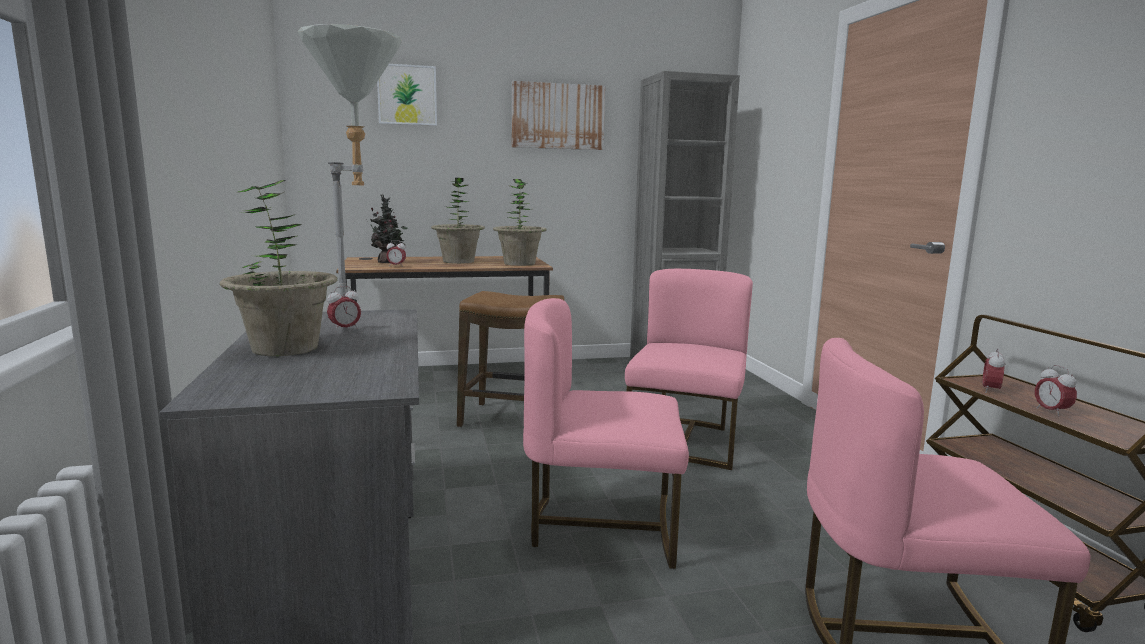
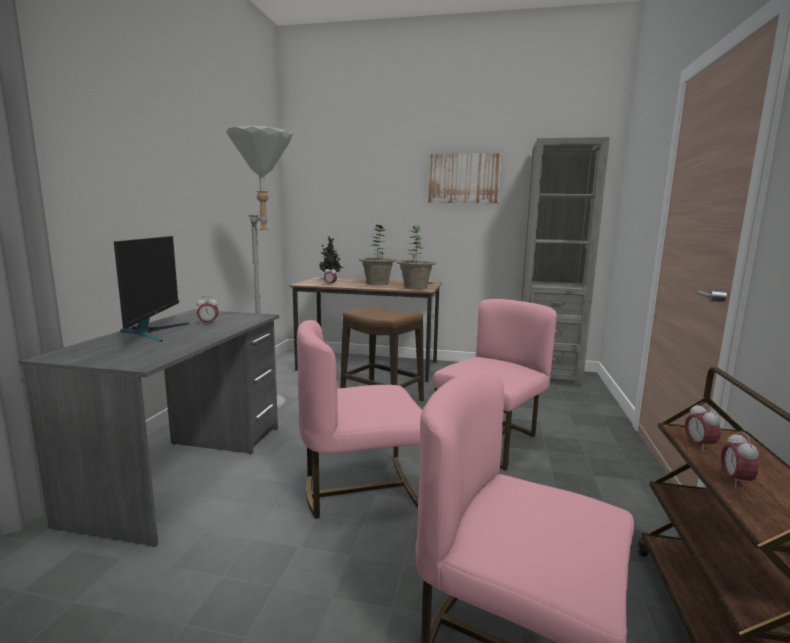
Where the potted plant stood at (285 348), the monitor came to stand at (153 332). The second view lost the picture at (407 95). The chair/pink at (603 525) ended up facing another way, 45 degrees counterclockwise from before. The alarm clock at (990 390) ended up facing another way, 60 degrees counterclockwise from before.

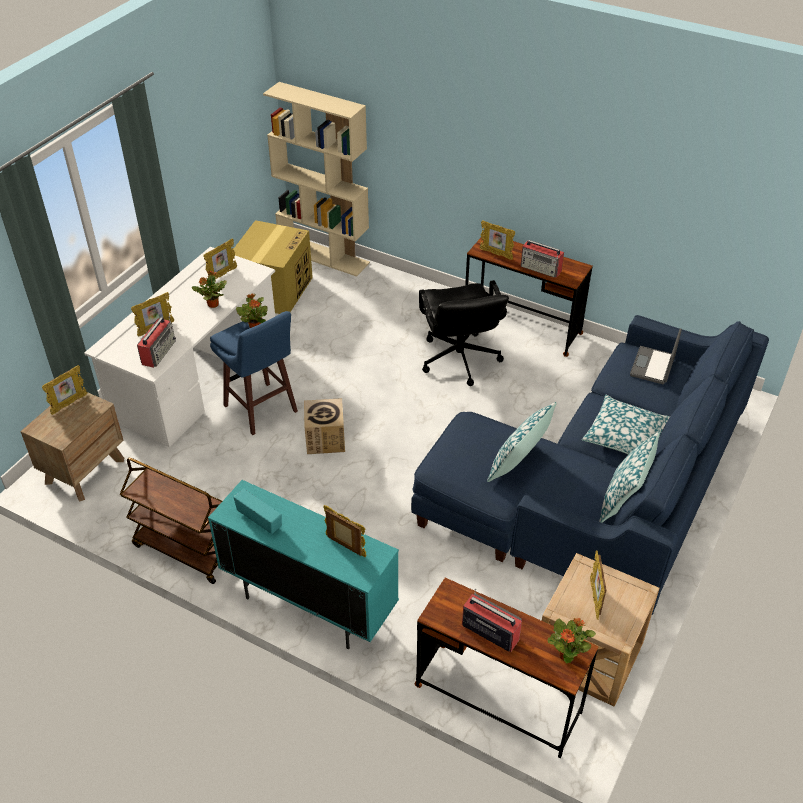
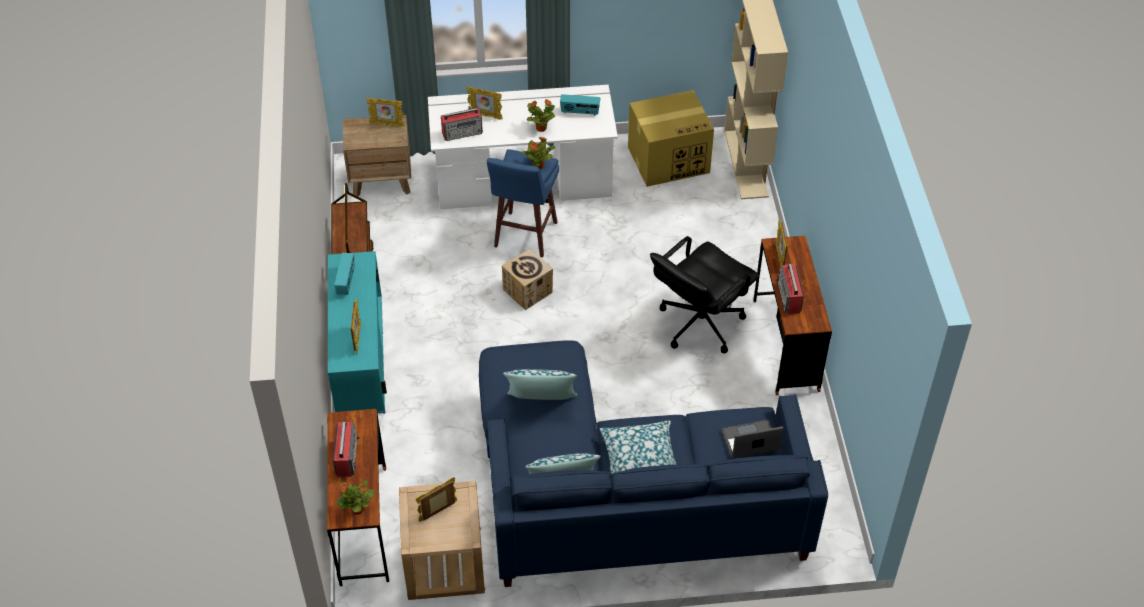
Where the picture frame stood at (222 275), the radio came to stand at (580 112).

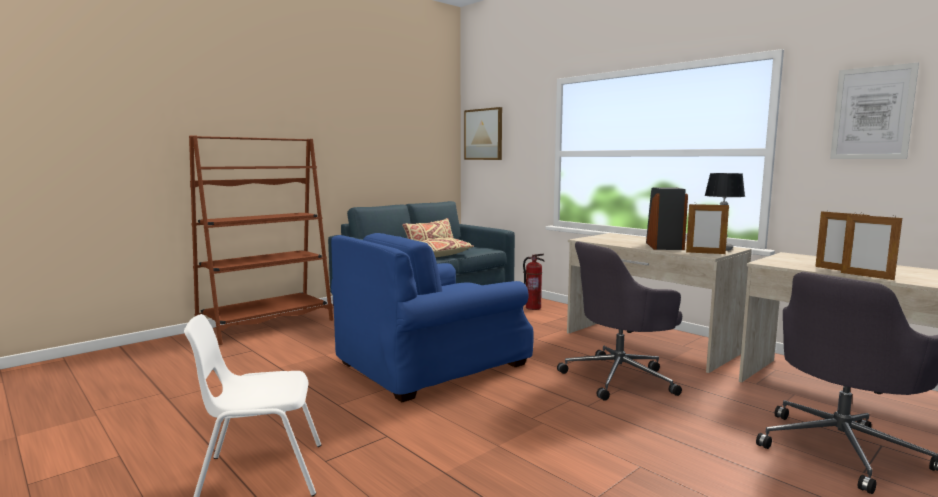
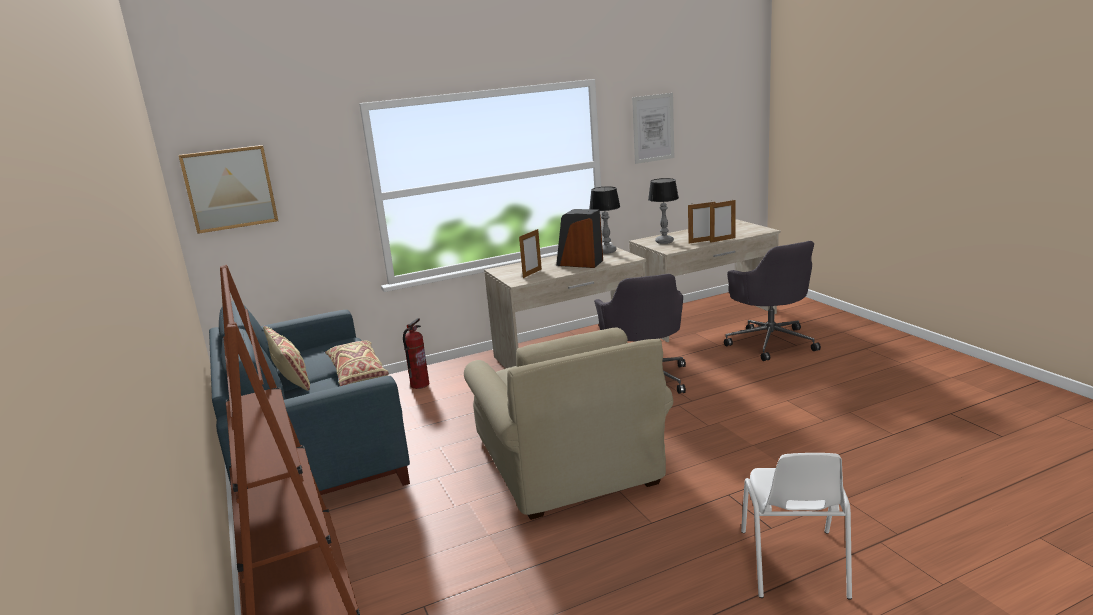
What was the armchair/blue at (433 364) turned into the armchair/beige at (565 460). The picture frame ended up elsewhere, having gone from (705 253) to (532 273). The second view gained the table lamp at (664 241).

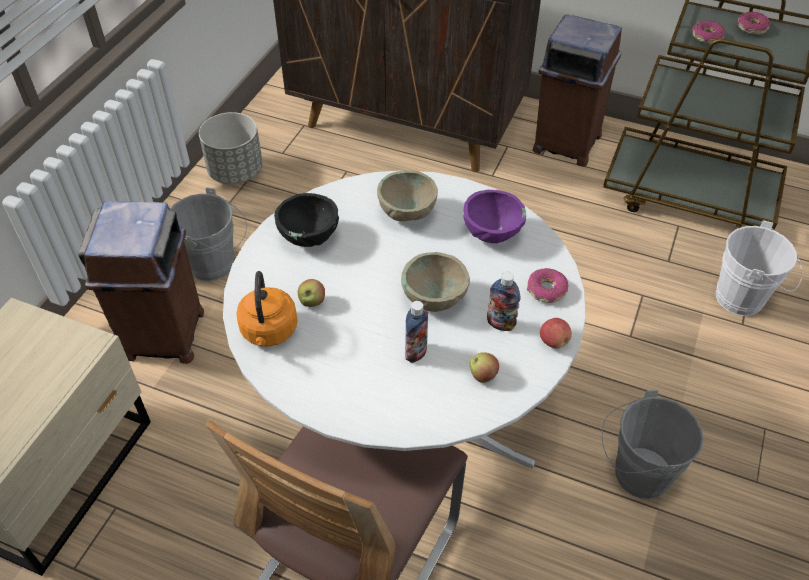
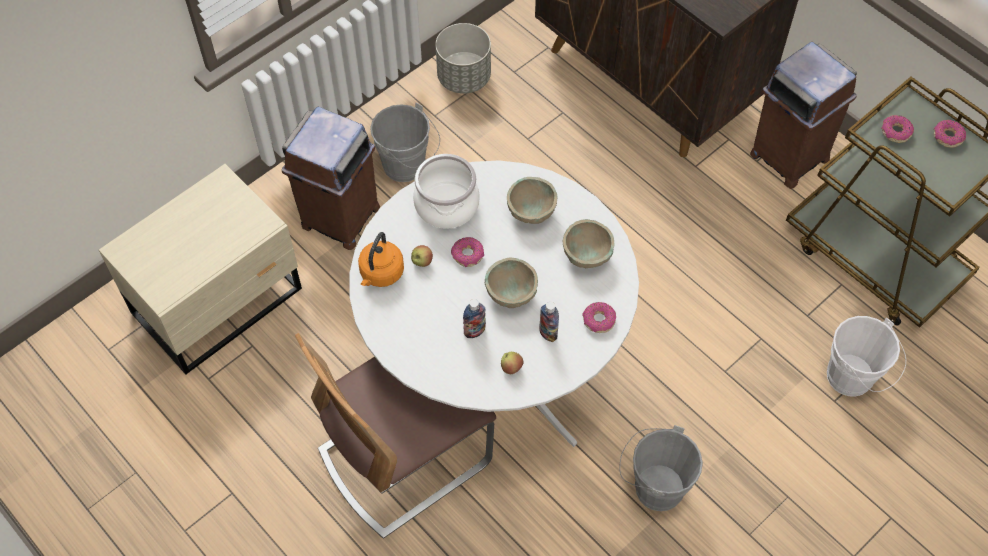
Where the bowl/black stood at (308 237), the cooking pot came to stand at (446 205). What was the bowl/purple at (491 234) turned into the bowl/beige at (586 256). The second view lost the apple at (553 341). The second view gained the donut at (467 255).

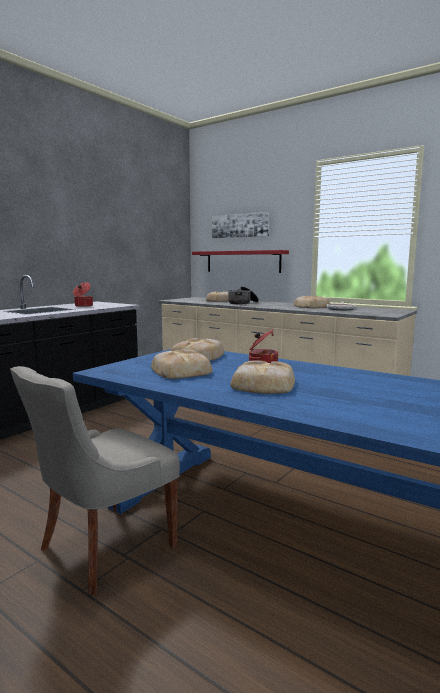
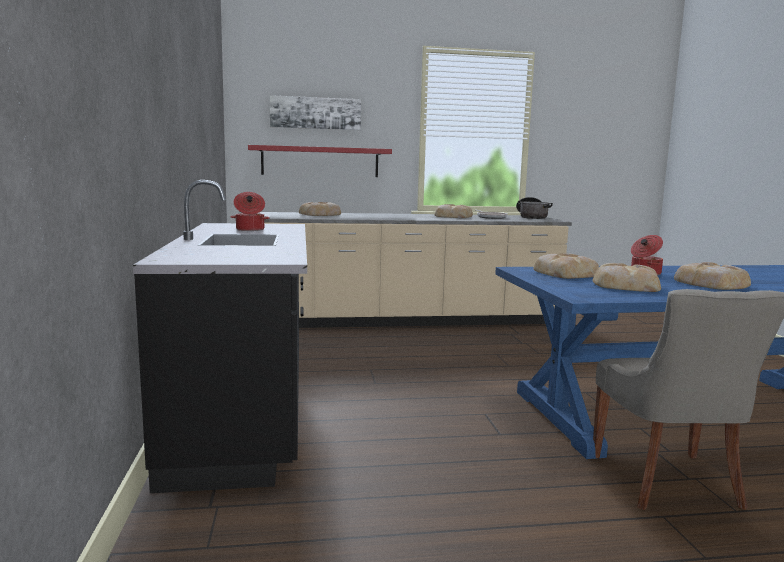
The cooking pot ended up elsewhere, having gone from (243 303) to (532 217).

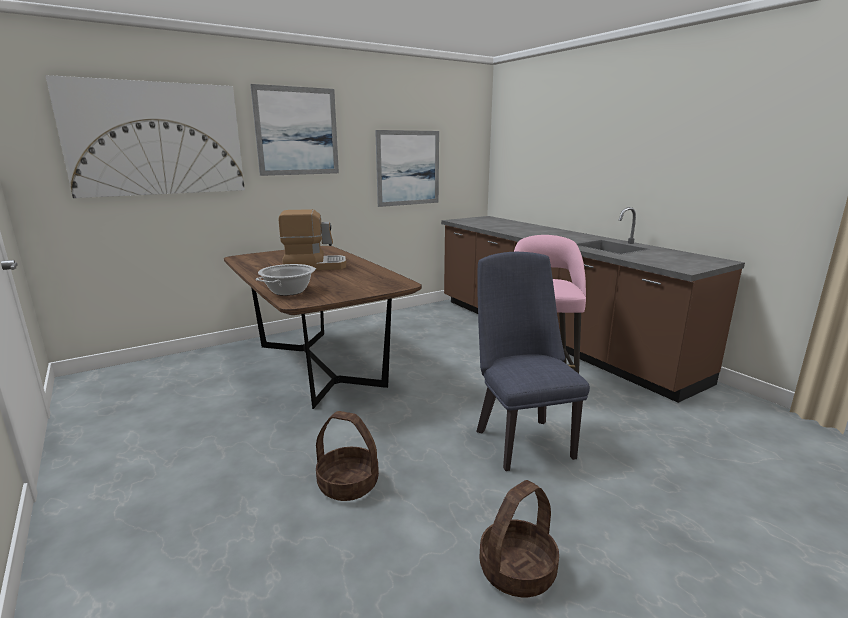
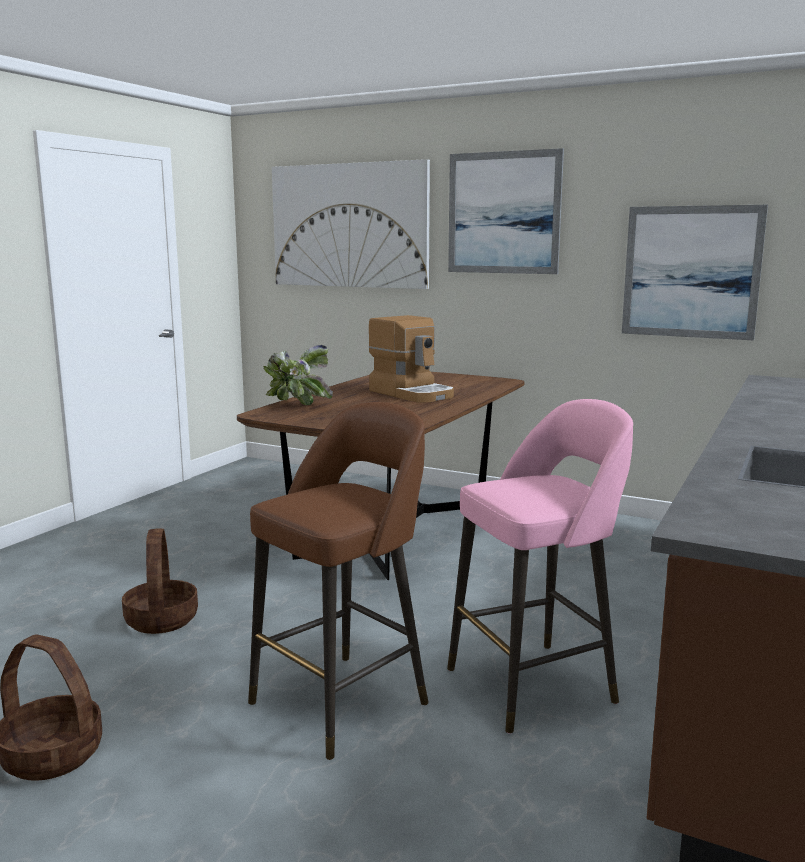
Where the cooking pot stood at (288 291), the potted plant came to stand at (297 405). Where the chair/blue stood at (520 439), the stool/brown came to stand at (343 701).

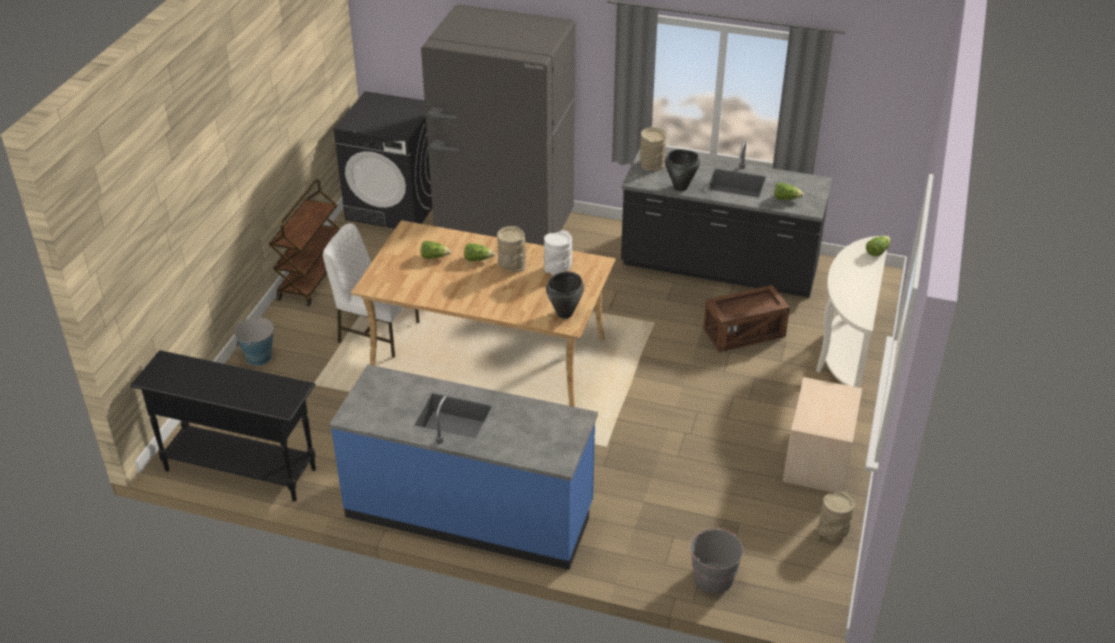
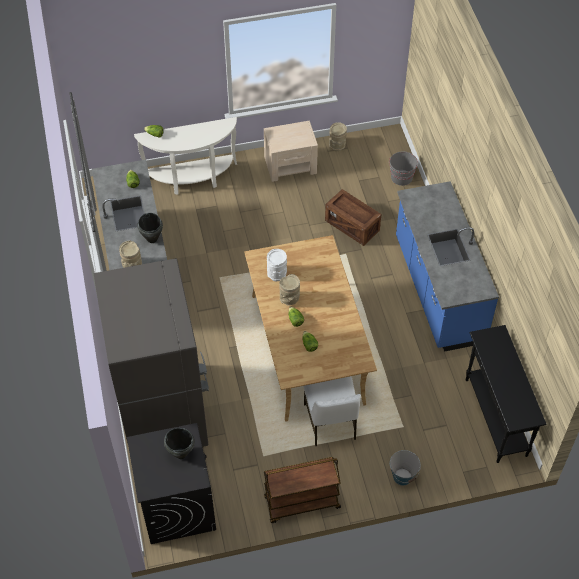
The cooking pot/black ended up elsewhere, having gone from (565 314) to (181 453). The crate ended up elsewhere, having gone from (744 333) to (352 226).

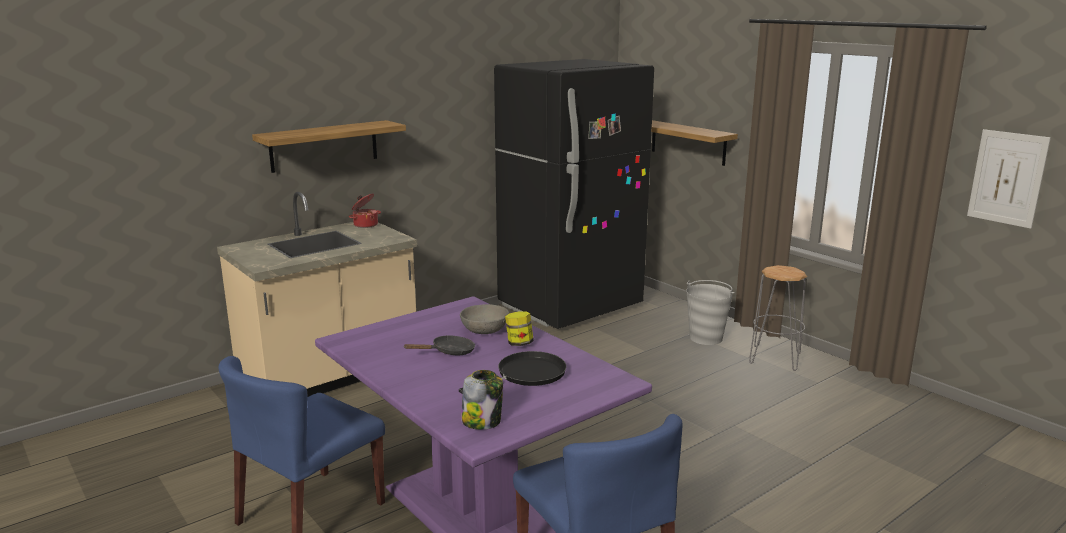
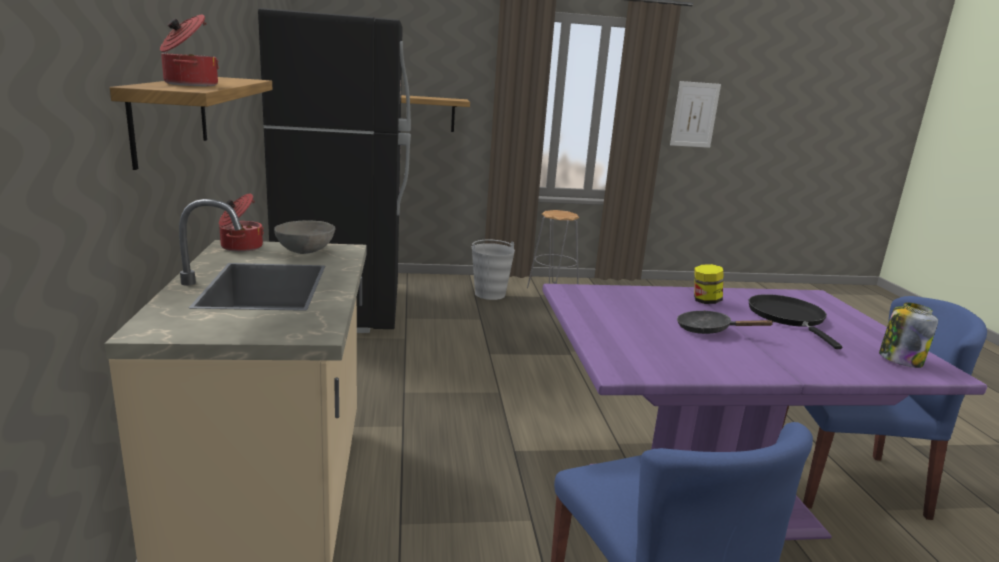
The frying pan/black at (449 352) ended up facing another way, 75 degrees counterclockwise from before. The bowl/grey ended up elsewhere, having gone from (485 331) to (306 251). The second view gained the cooking pot at (189 84).

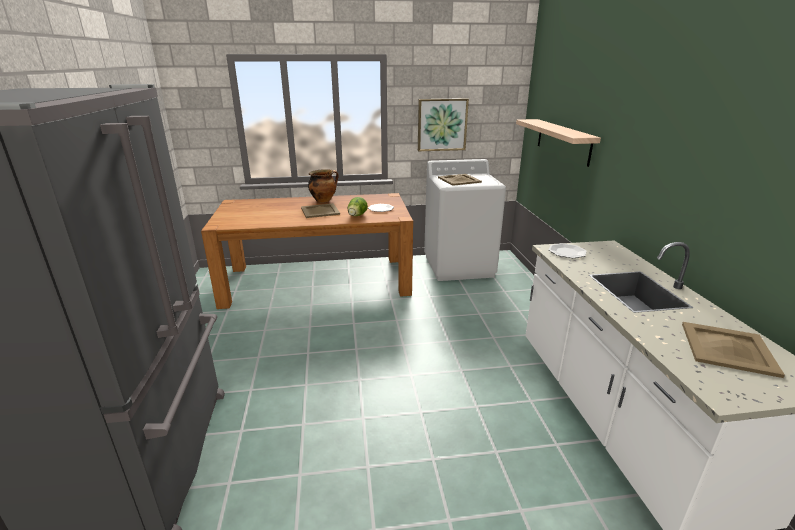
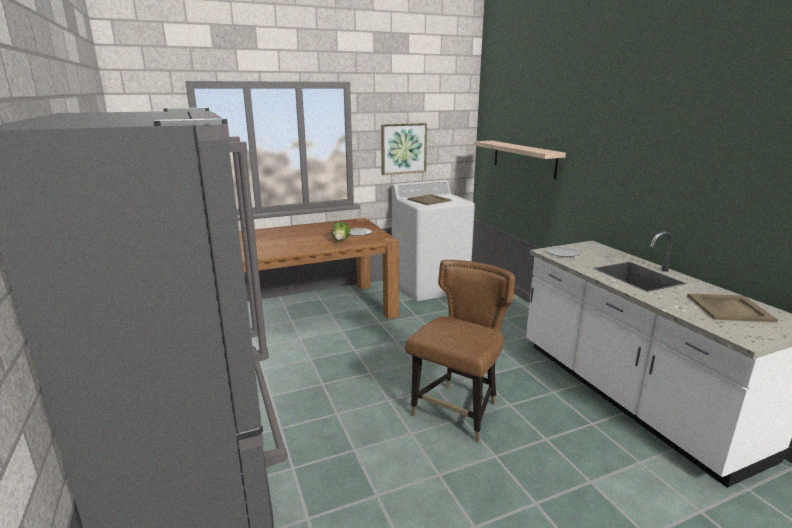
The second view lost the tray/beige at (320 211). The second view lost the cooking pot at (324 200). The second view gained the chair/brown at (457 411).

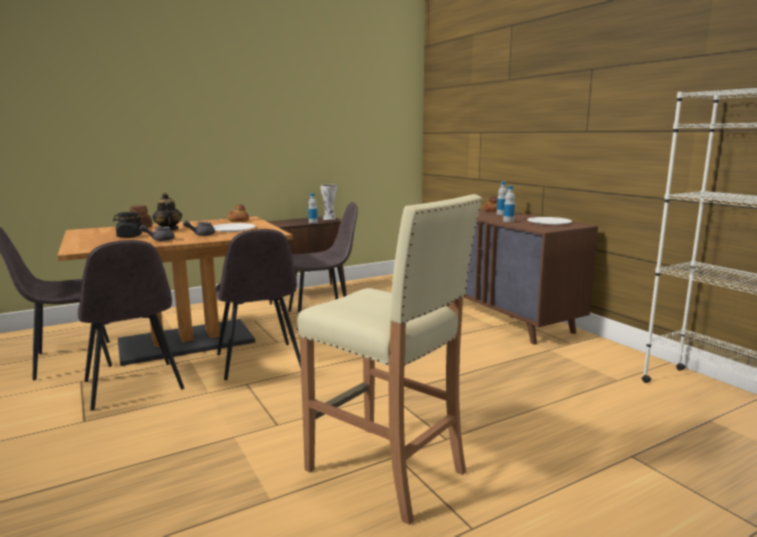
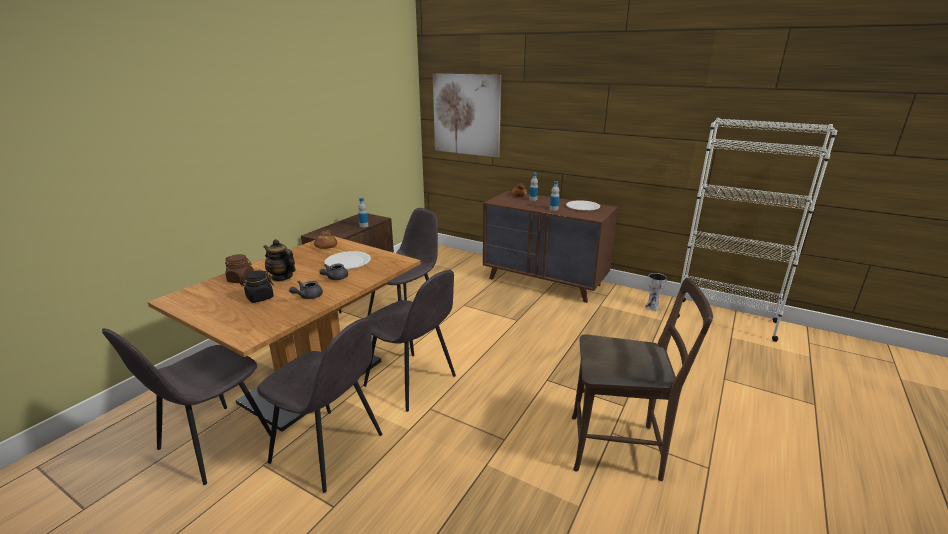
Where the stool/beige stood at (386 471), the chair/brown came to stand at (620 448). The vase ended up elsewhere, having gone from (329 219) to (653 307). The second view gained the picture at (466 115).

